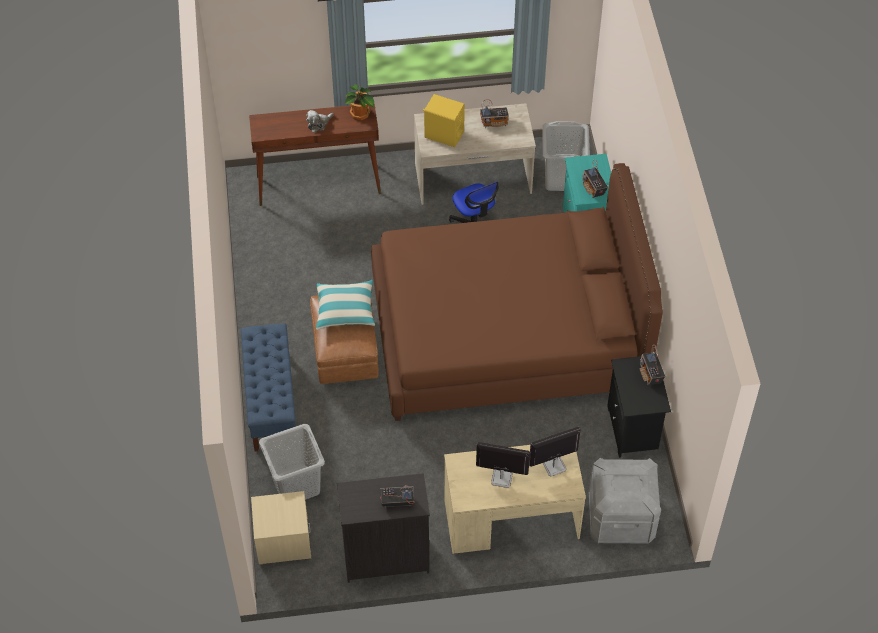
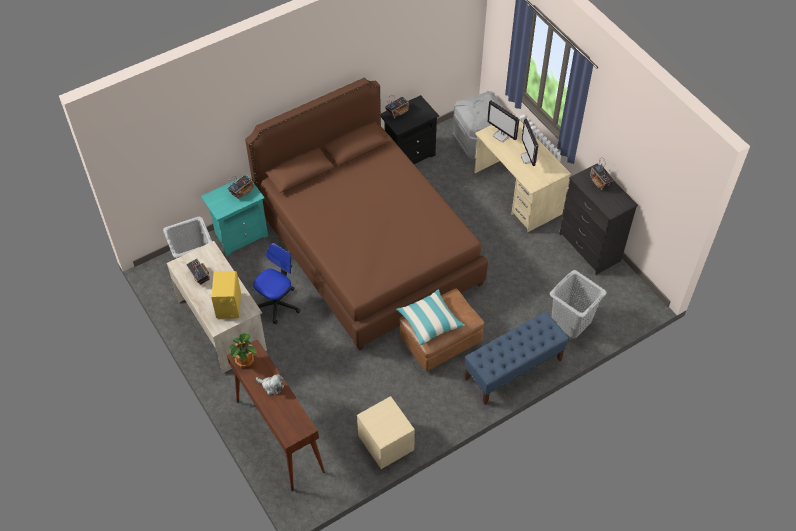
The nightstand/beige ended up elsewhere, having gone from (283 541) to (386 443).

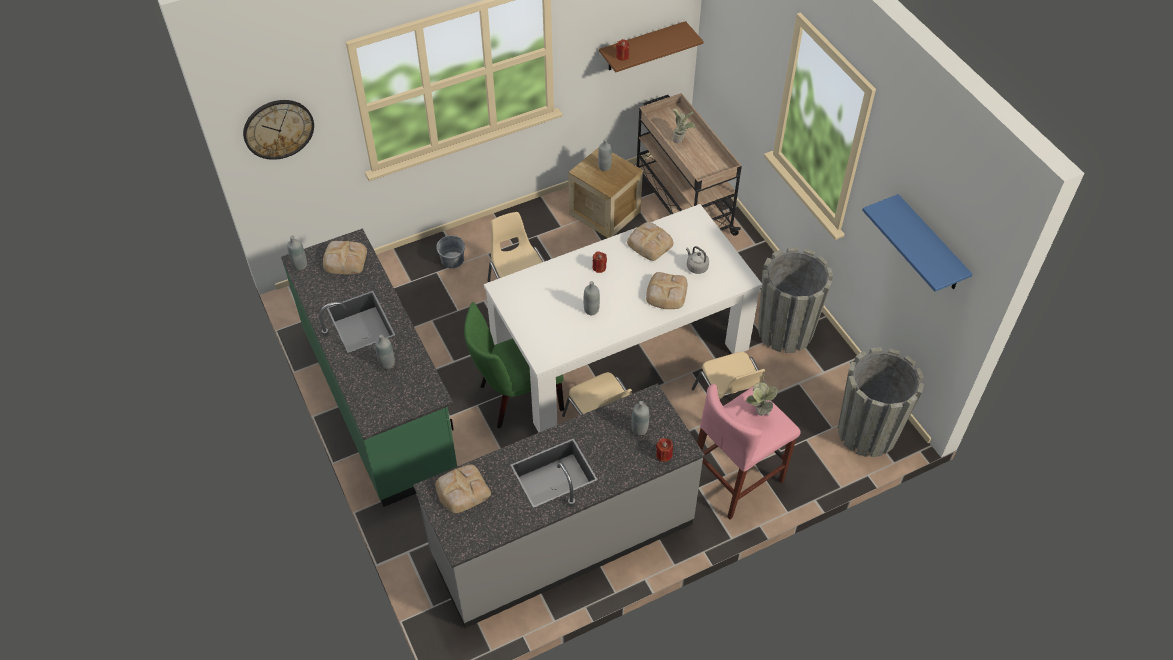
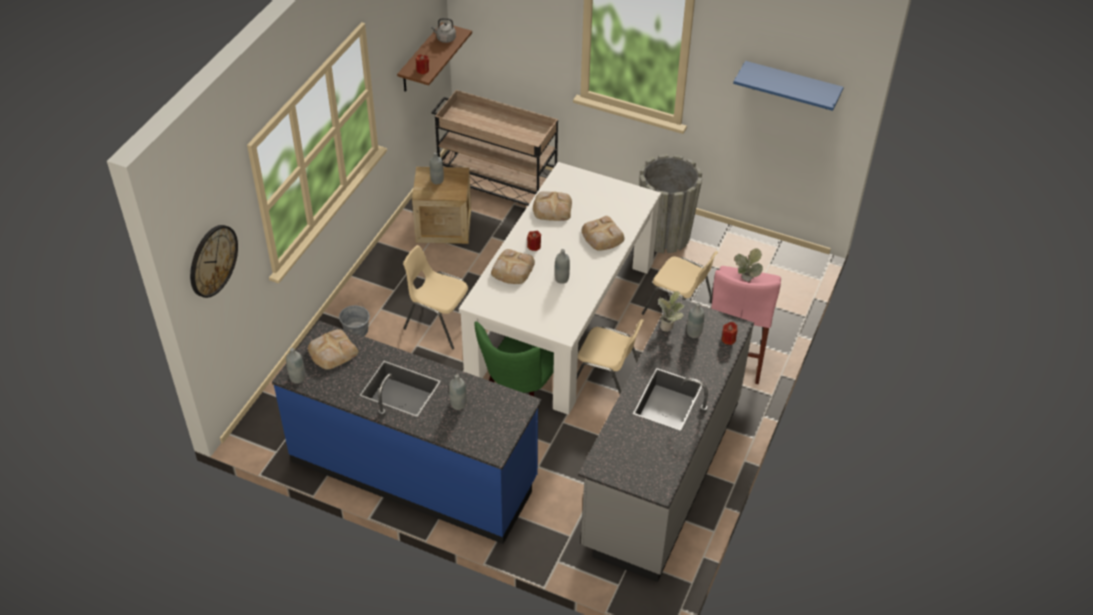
What was the counter/green at (381 401) turned into the counter/blue at (414 470). The bread ended up elsewhere, having gone from (461 490) to (512 269). The potted plant ended up elsewhere, having gone from (681 139) to (669 325). The kettle/grey ended up elsewhere, having gone from (696 266) to (445 39). The second view lost the planter/grey at (867 432).

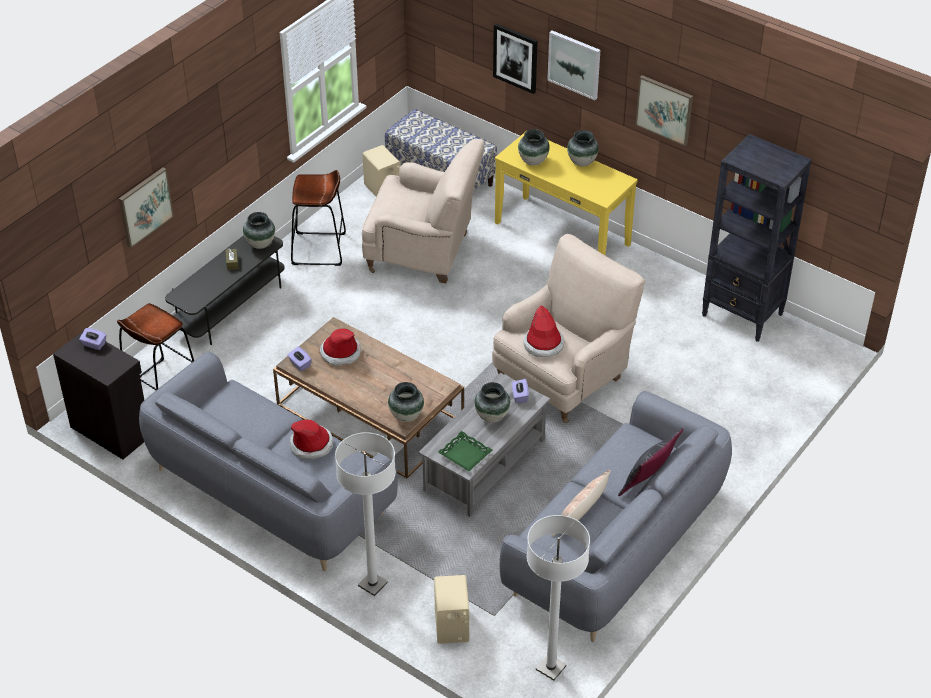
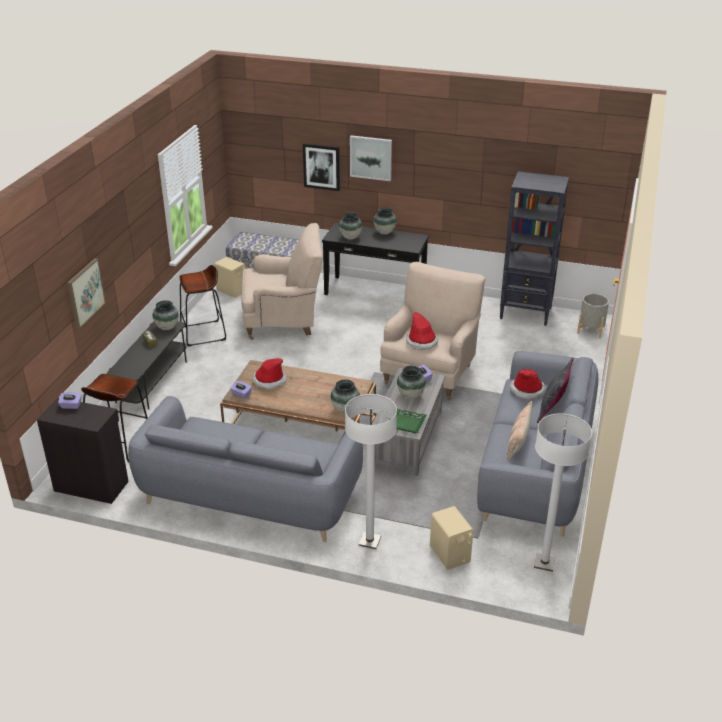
The hat ended up elsewhere, having gone from (311 445) to (527 390). What was the console table/yellow at (562 233) turned into the console table/black at (375 292). The second view lost the picture at (664 109). The second view gained the planter/grey at (591 330).

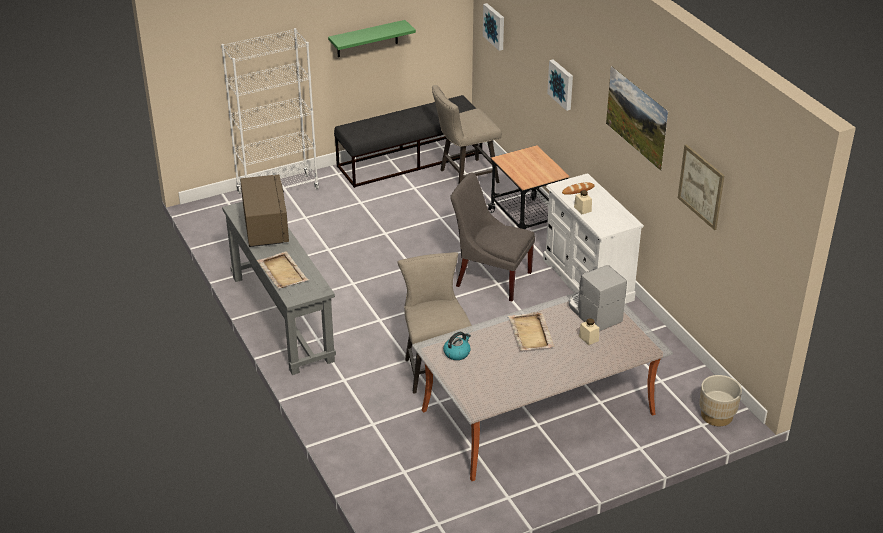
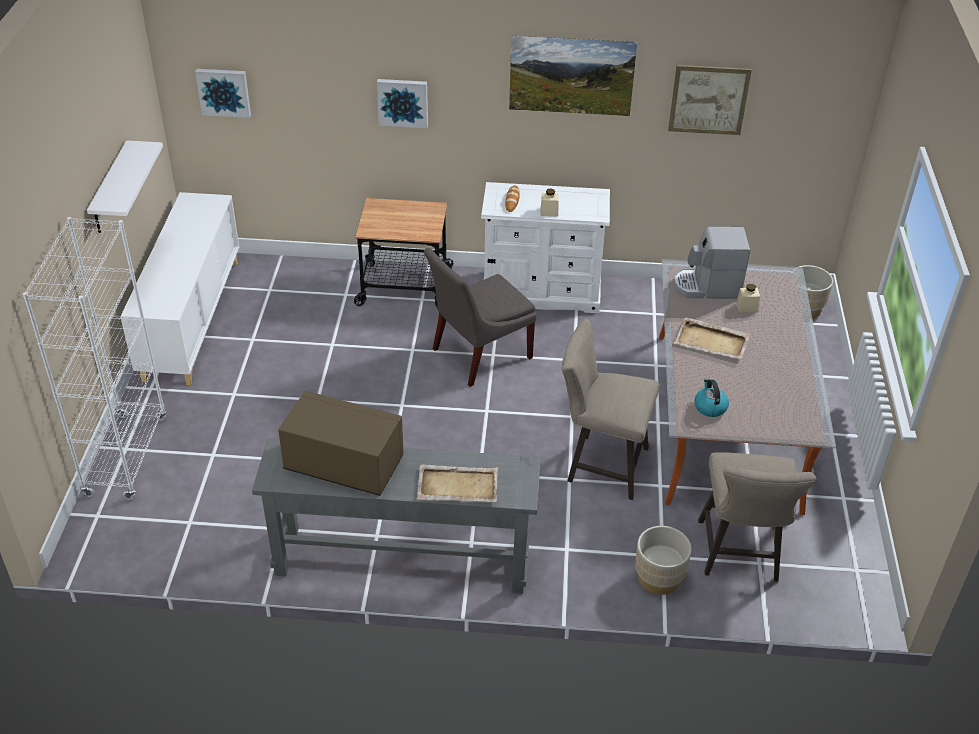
What was the shelf/green at (367 39) turned into the shelf/white at (110 189). Where the bench/black stood at (410 159), the cabinet/white came to stand at (192 318). The stool/beige ended up elsewhere, having gone from (465 177) to (739 556). The second view gained the planter/beige at (659 578).

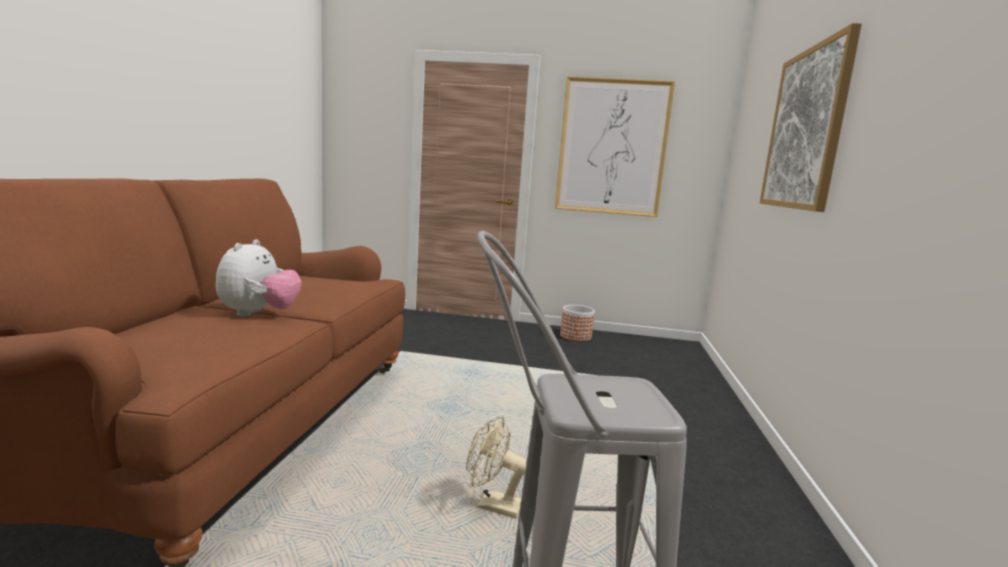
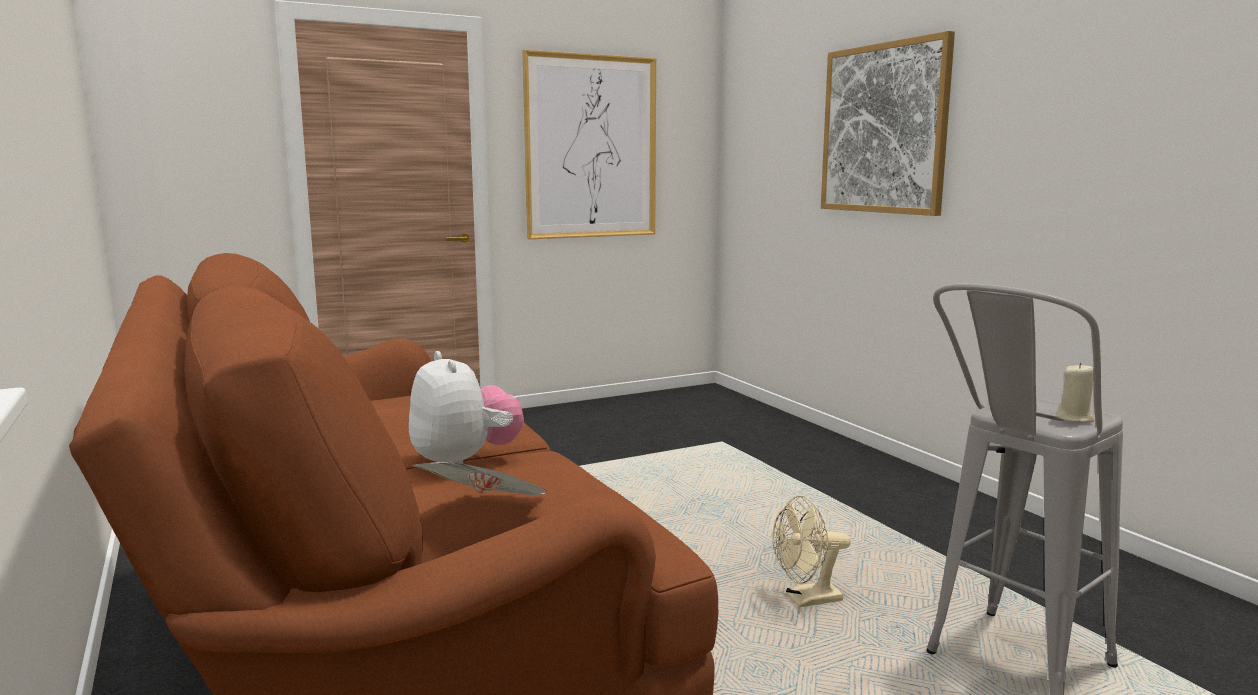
The second view lost the planter at (576 336). The second view gained the newspaper at (488 516). The second view gained the candle/beige at (1074 418).

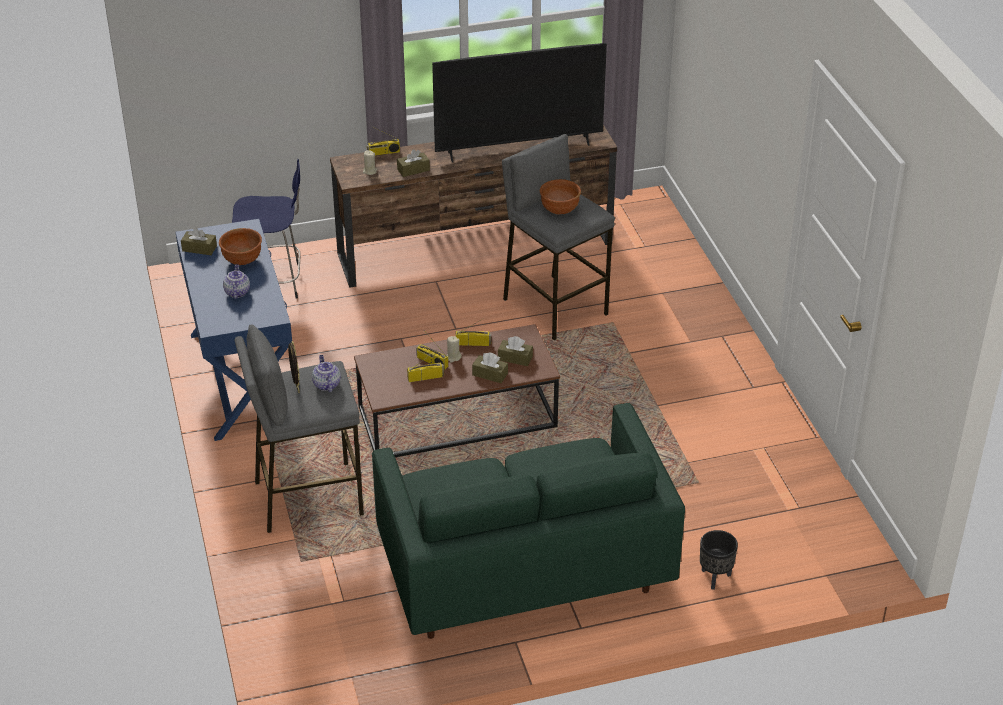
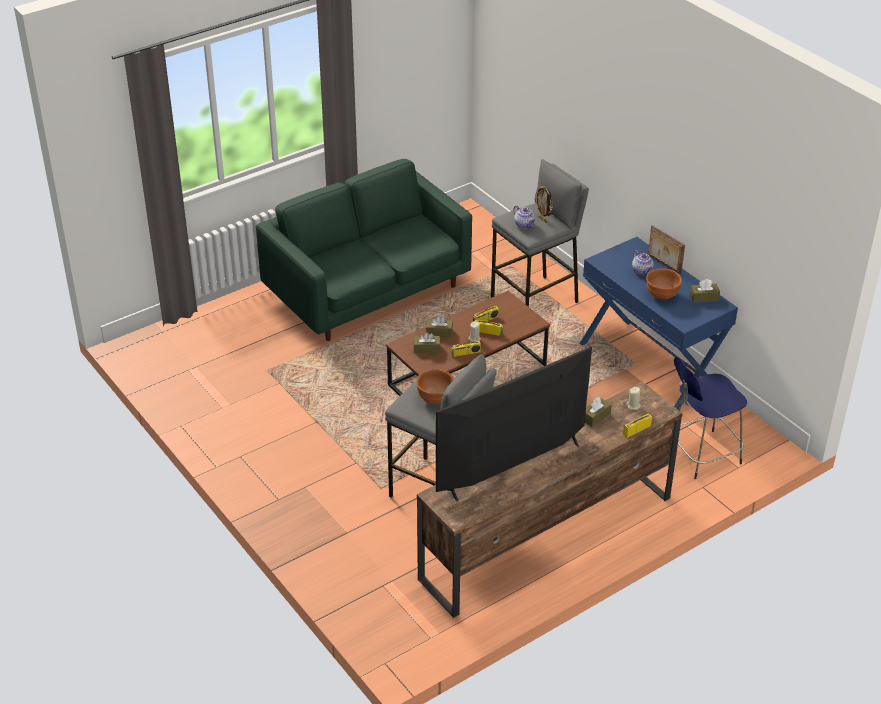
The second view lost the planter/black at (714 578). The second view gained the picture frame at (663 264).

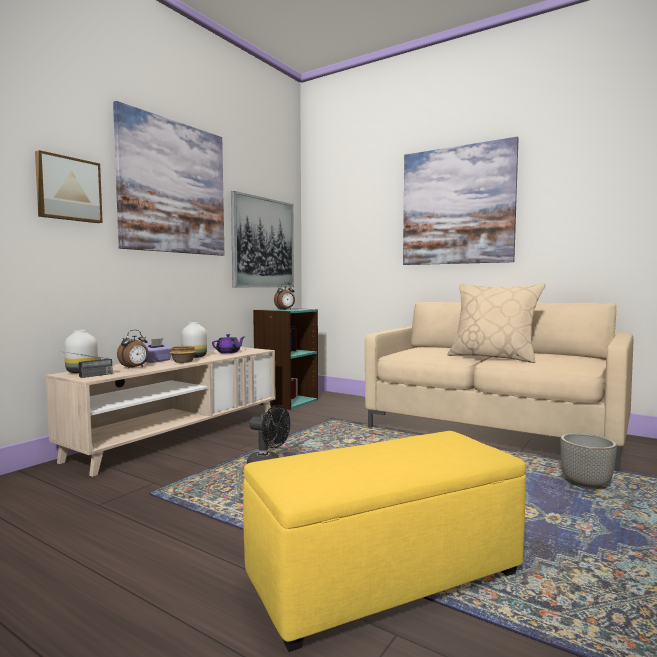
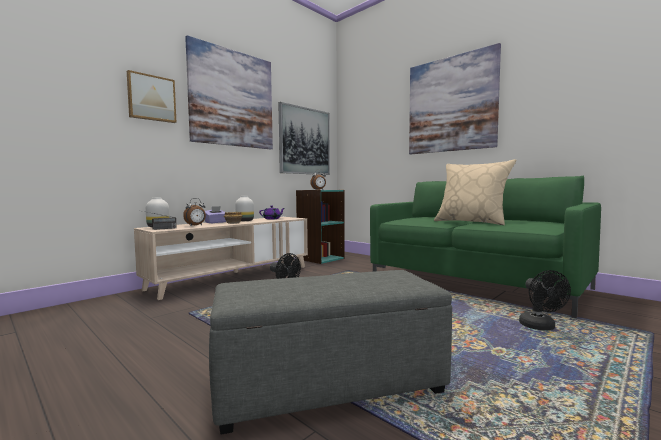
What was the ottoman/yellow at (383 578) turned into the ottoman/grey at (327 386). What was the sofa/beige at (492 432) turned into the sofa/green at (473 284). Where the planter stood at (586 485), the fan/black came to stand at (540 327).

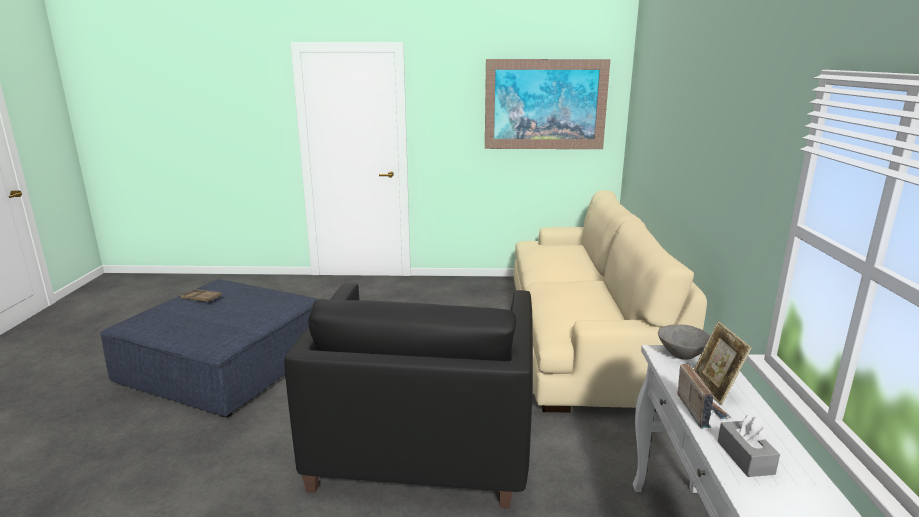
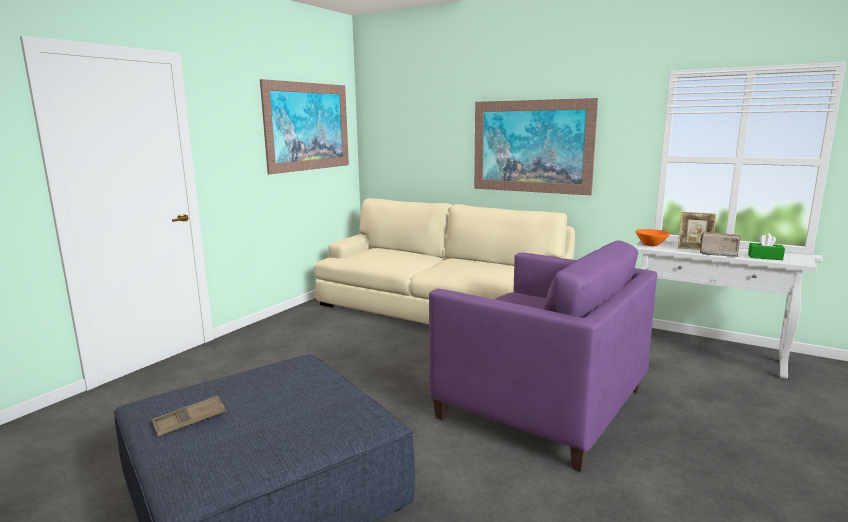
What was the armchair/black at (424 443) turned into the armchair/purple at (541 402). What was the bowl/grey at (682 354) turned into the bowl/orange at (651 245). What was the tissue box/grey at (745 457) turned into the tissue box/green at (765 257). The second view gained the picture at (531 146).

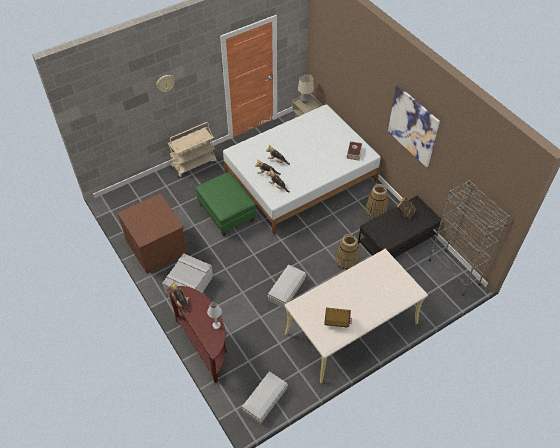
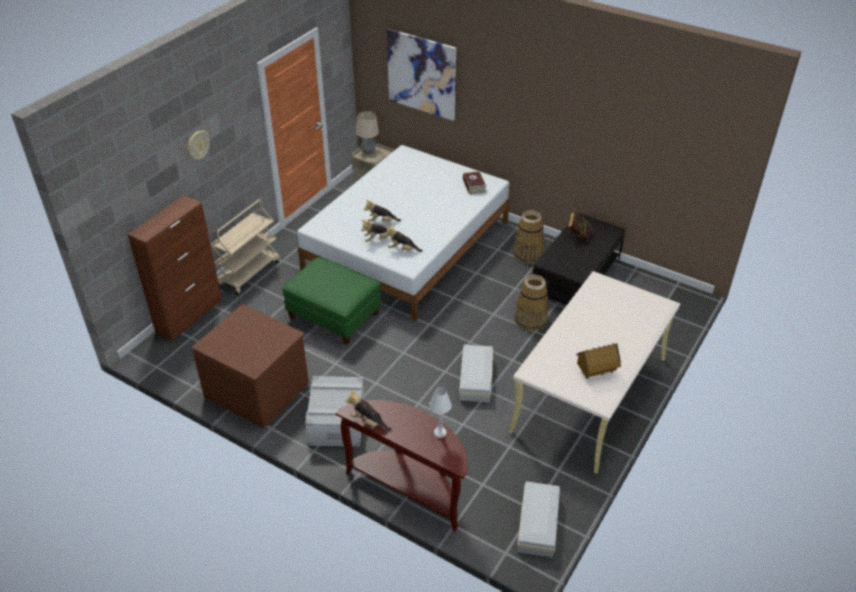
The picture ended up elsewhere, having gone from (413 126) to (422 74). The second view lost the bookcase/grey at (454 272). The second view gained the cabinet/brown at (189 315).

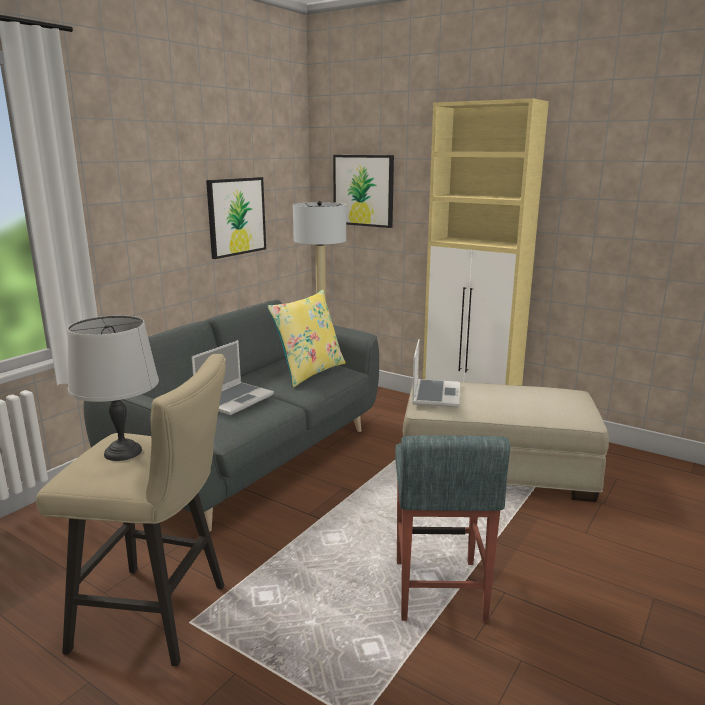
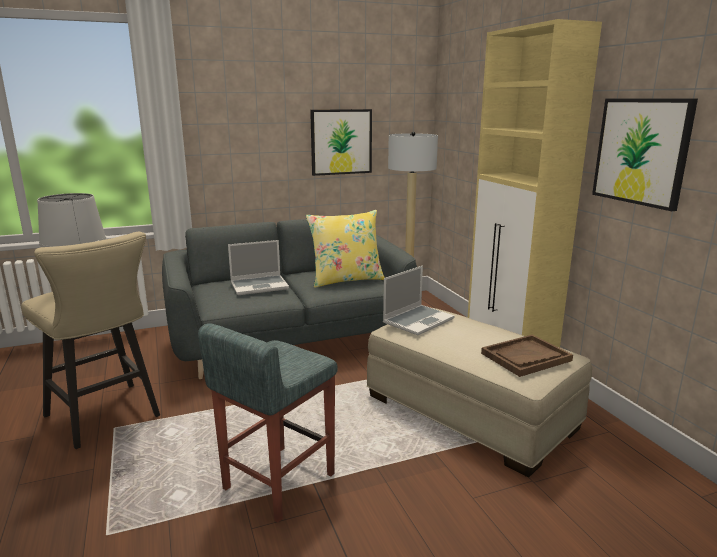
The picture ended up elsewhere, having gone from (363 190) to (641 151). The second view gained the tray/brown at (526 357).

